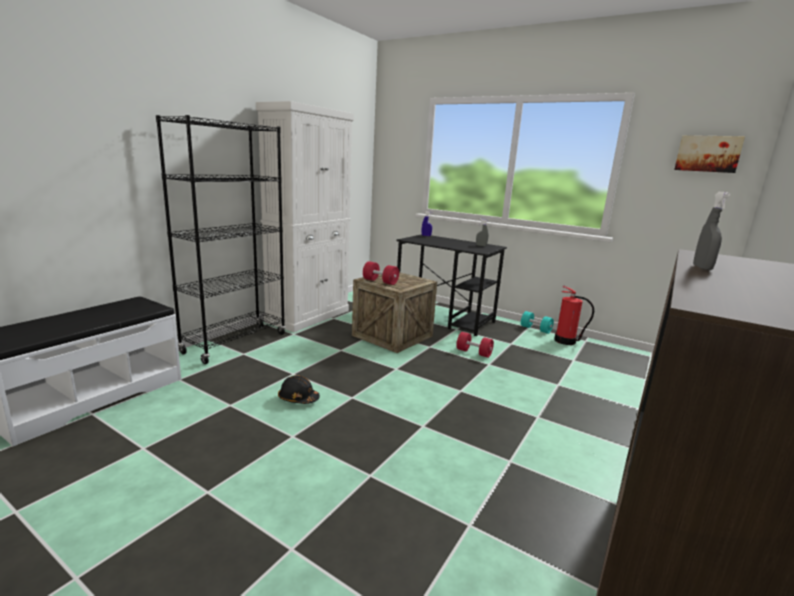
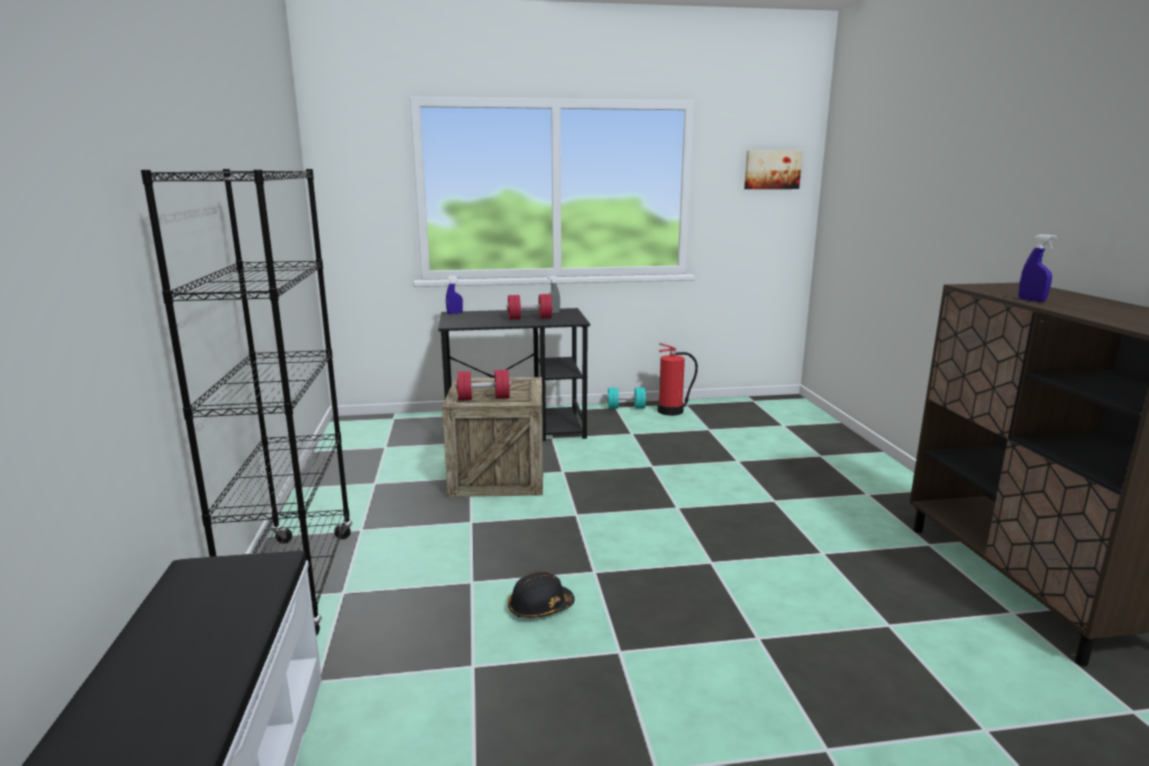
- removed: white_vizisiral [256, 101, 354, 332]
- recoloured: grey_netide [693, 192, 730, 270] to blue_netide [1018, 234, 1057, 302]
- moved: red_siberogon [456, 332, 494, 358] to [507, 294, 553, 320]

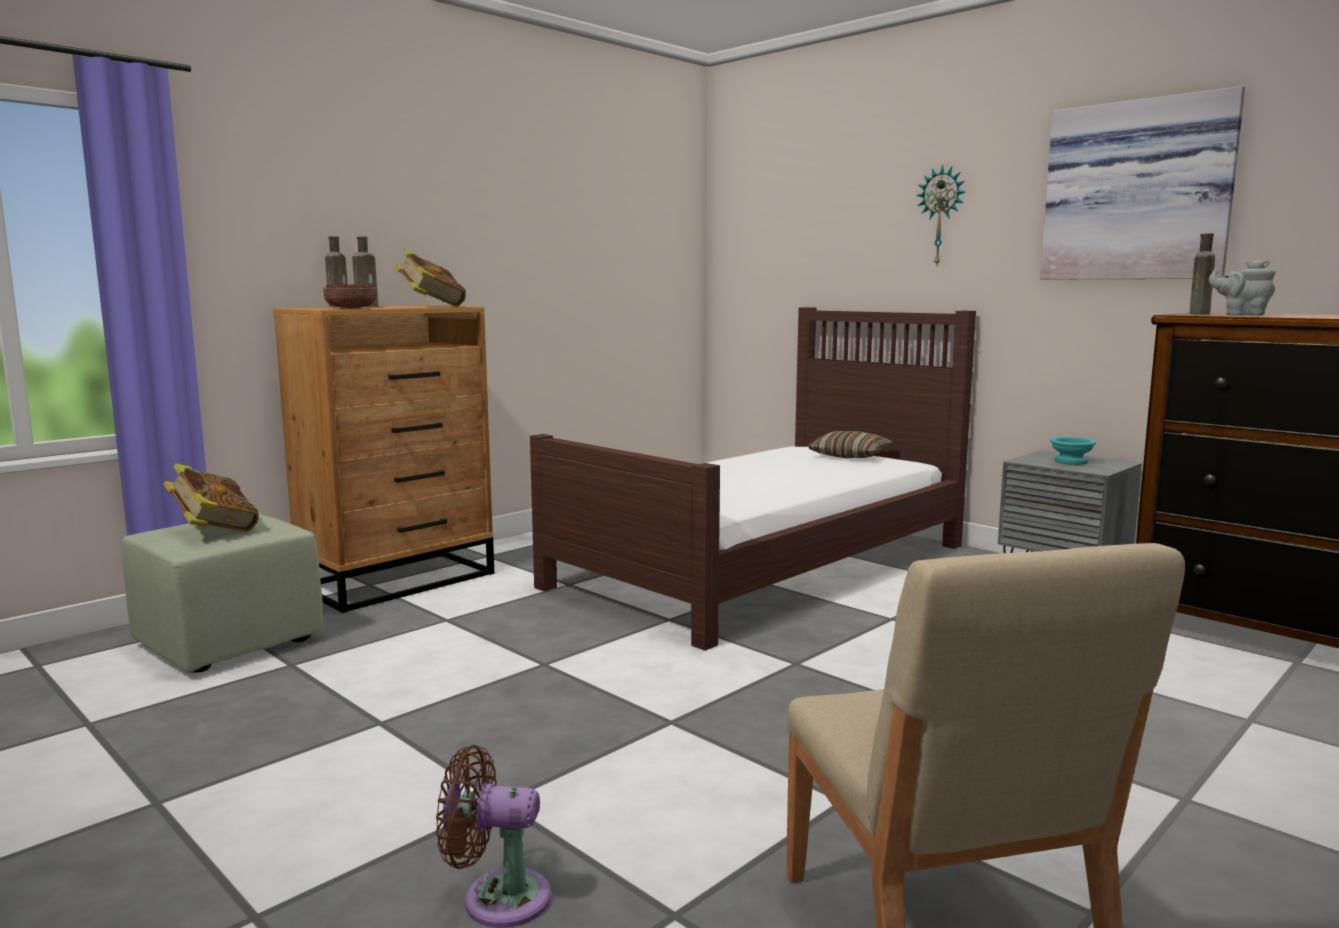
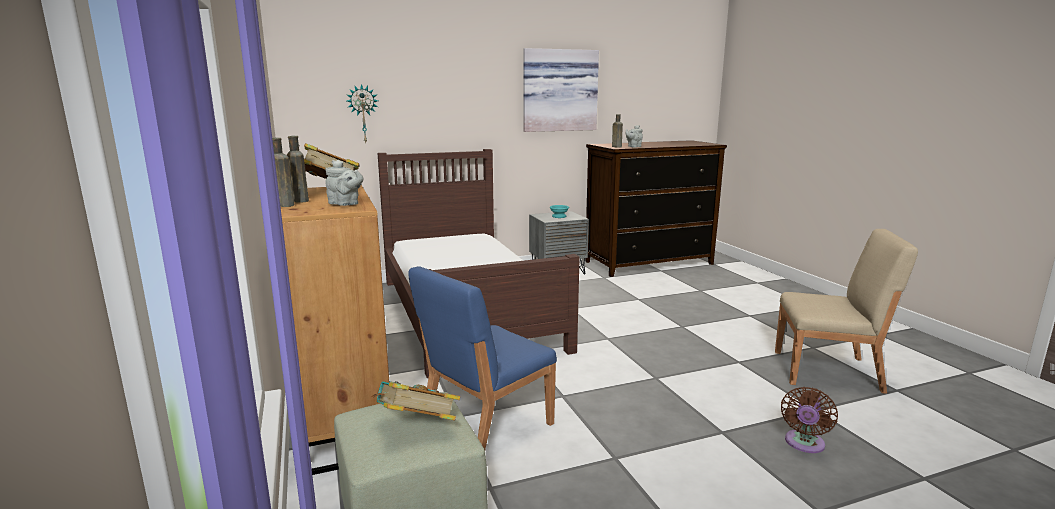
- moved: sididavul [916, 165, 966, 265] to [346, 84, 378, 143]
- replaced: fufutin [323, 284, 377, 308] to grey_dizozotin [325, 160, 363, 206]
- removed: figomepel [808, 431, 892, 458]
- added: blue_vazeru [408, 266, 557, 450]

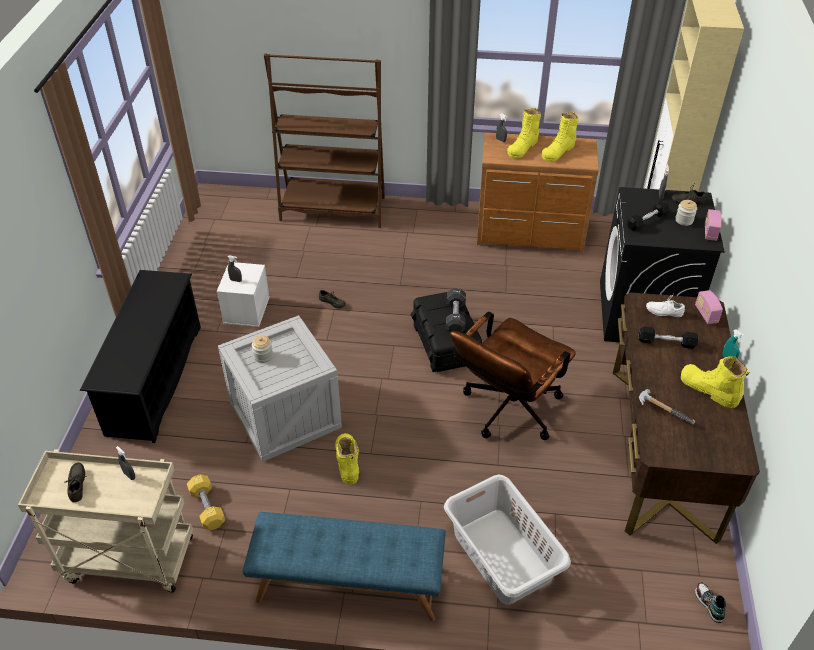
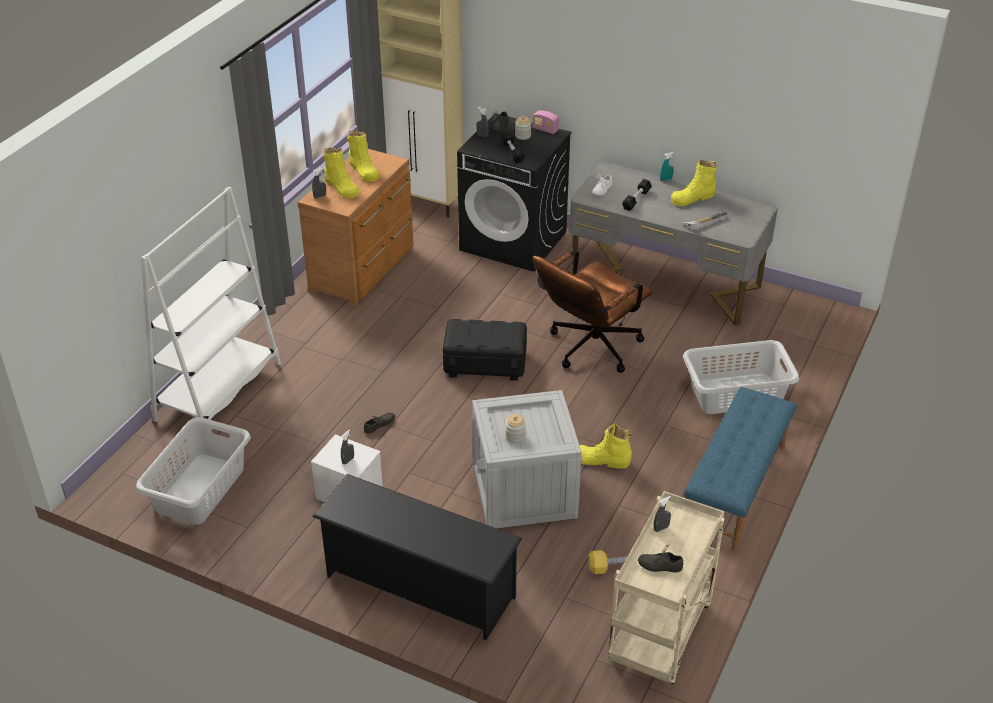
- recoloured: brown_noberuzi [264, 53, 385, 228] to white_noberuzi [141, 187, 281, 422]
- removed: black_siberogon [446, 288, 466, 333]
- removed: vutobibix [695, 290, 723, 324]
- recoloured: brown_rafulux [613, 292, 760, 544] to grey_rafulux [569, 162, 778, 326]
- turned: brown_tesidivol [450, 312, 576, 440] = [532, 250, 652, 373] 75 degrees clockwise
- removed: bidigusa [695, 582, 726, 623]
- added: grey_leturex [136, 417, 251, 525]

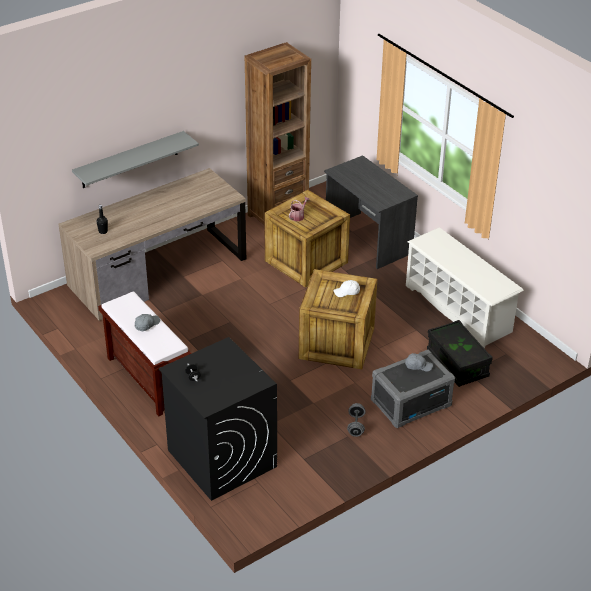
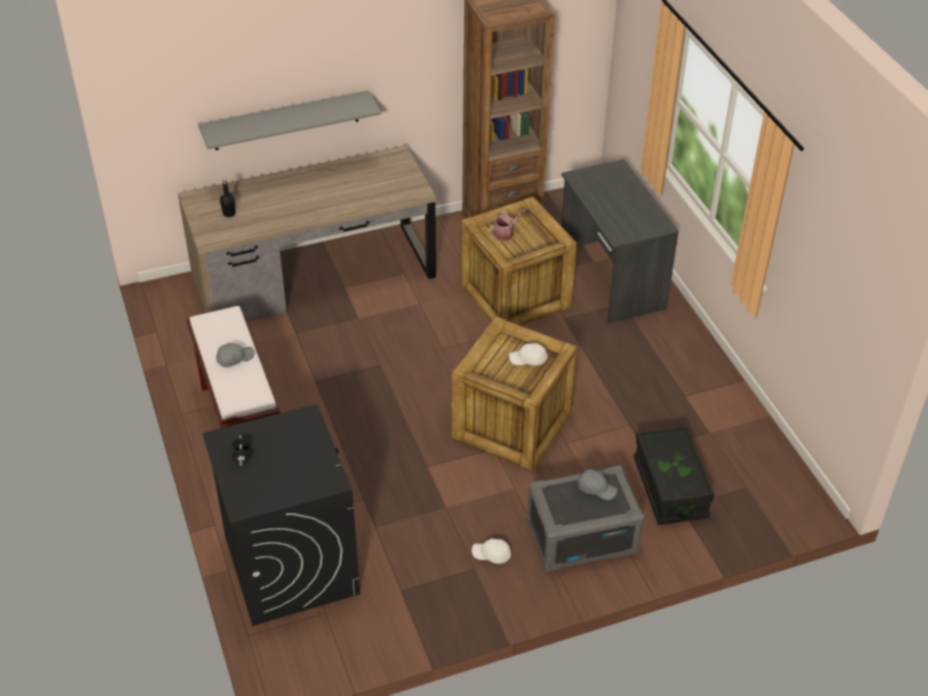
- removed: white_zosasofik [406, 228, 524, 348]
- replaced: grey_siberogon [347, 403, 366, 437] to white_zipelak [472, 538, 511, 564]

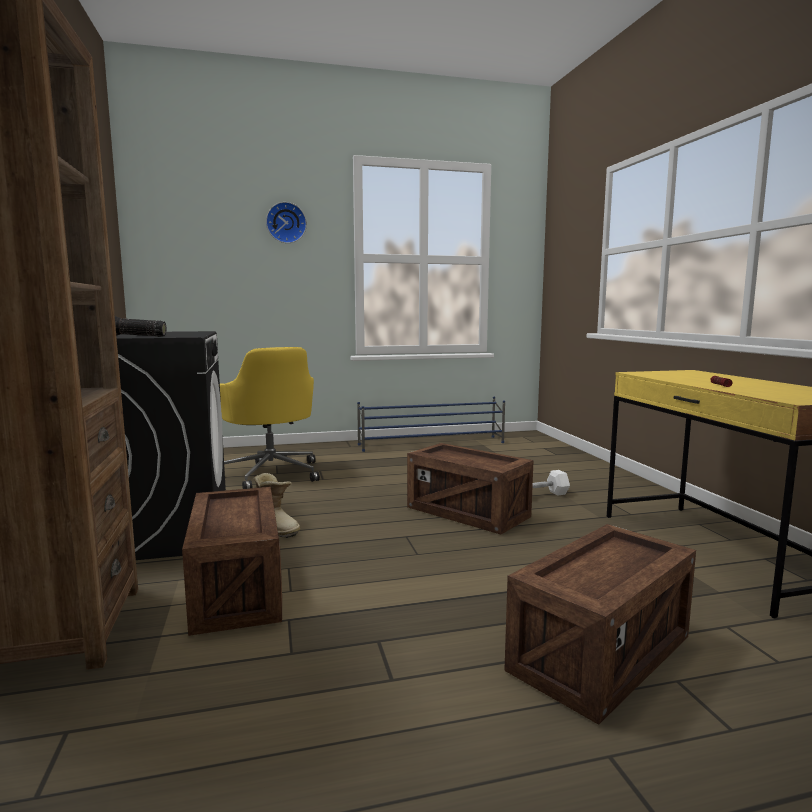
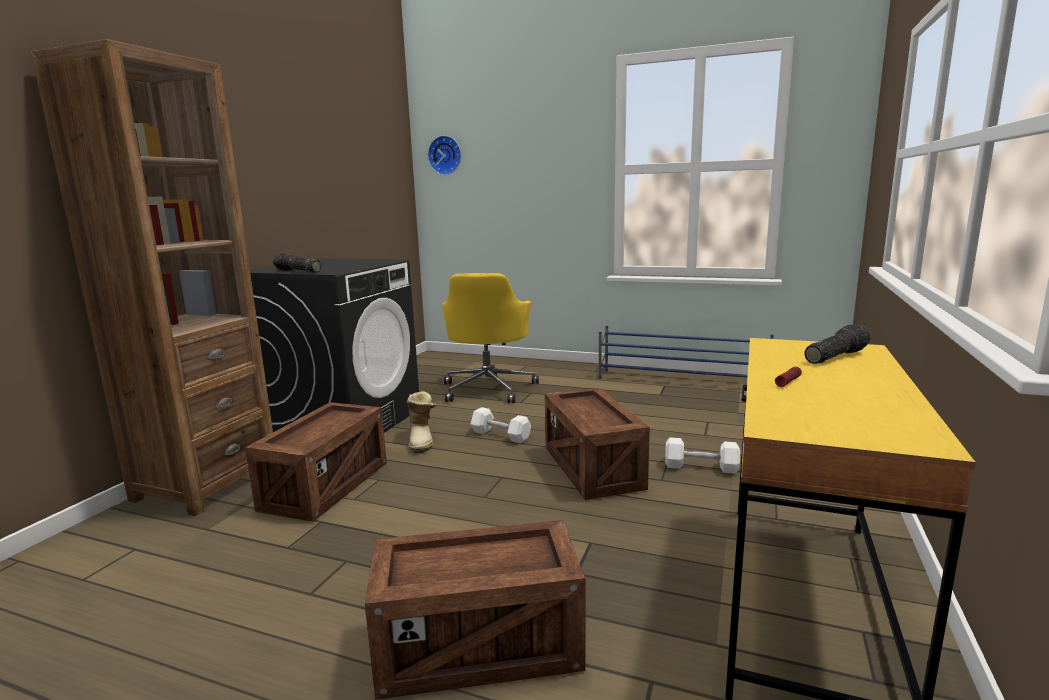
- moved: sididavul [266, 202, 307, 243] to [428, 135, 461, 175]
- added: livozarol [804, 324, 870, 364]
- added: white_siberogon [470, 407, 531, 443]

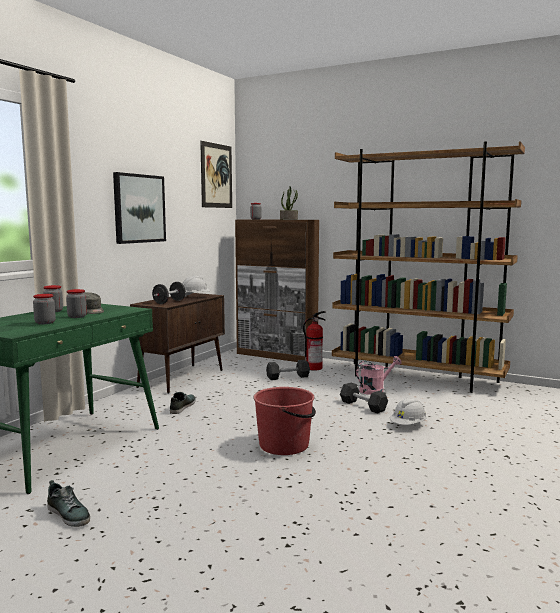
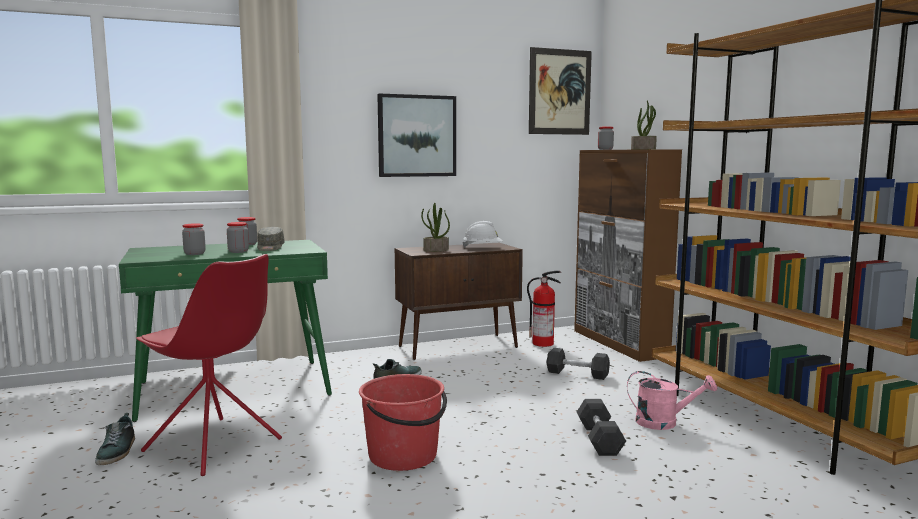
- replaced: black_siberogon [152, 282, 186, 304] to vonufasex [421, 203, 450, 252]
- moved: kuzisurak [303, 311, 326, 371] to [527, 271, 561, 347]
- removed: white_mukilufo [390, 398, 426, 425]
- added: red_vazeru [136, 254, 282, 476]

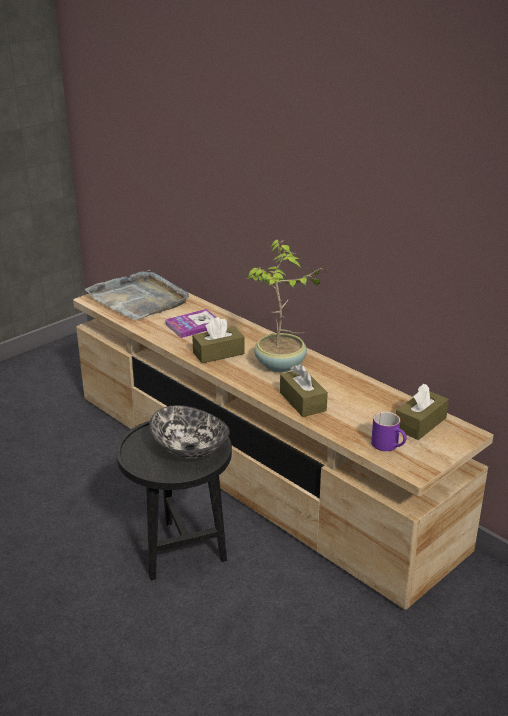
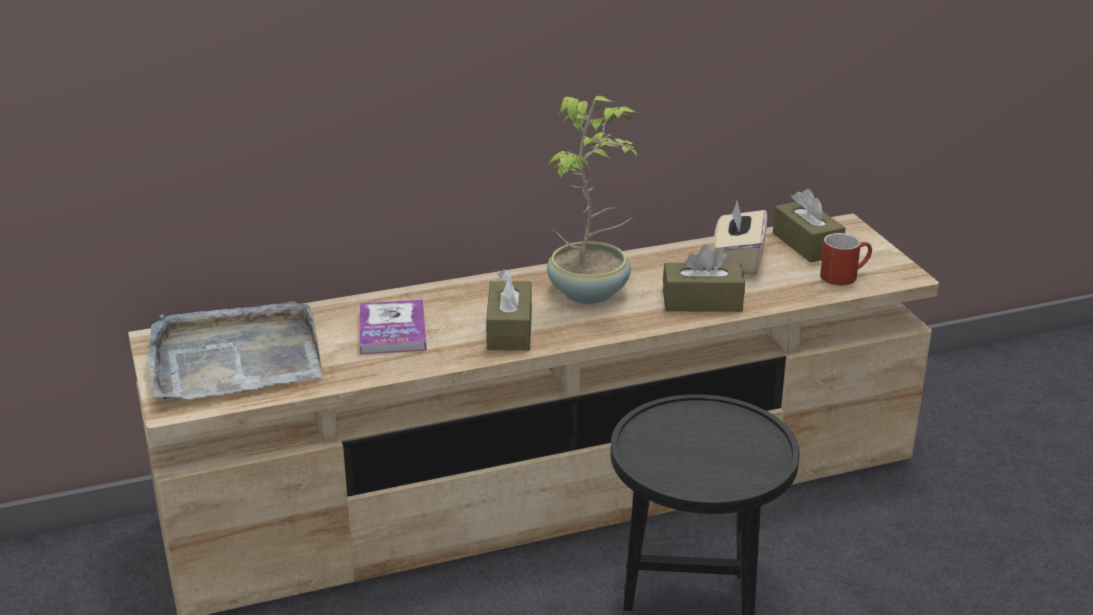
- removed: fufutin [149, 405, 230, 459]
- recoloured: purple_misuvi [371, 412, 407, 451] to red_misuvi [820, 233, 872, 285]
- added: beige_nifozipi [714, 201, 768, 275]

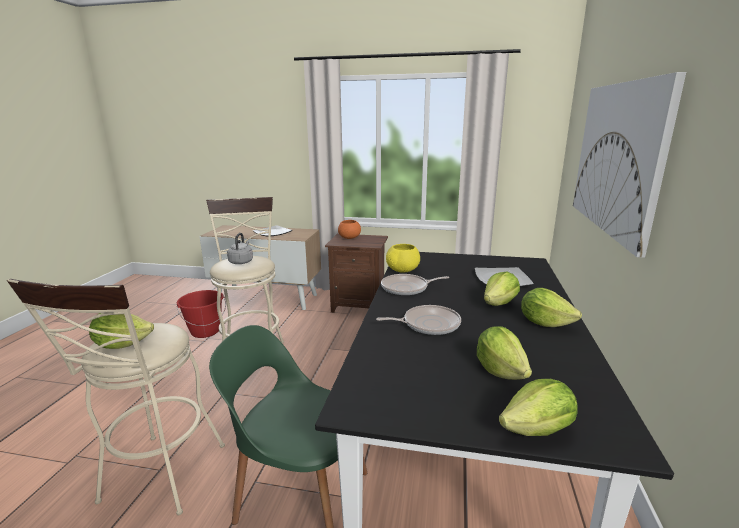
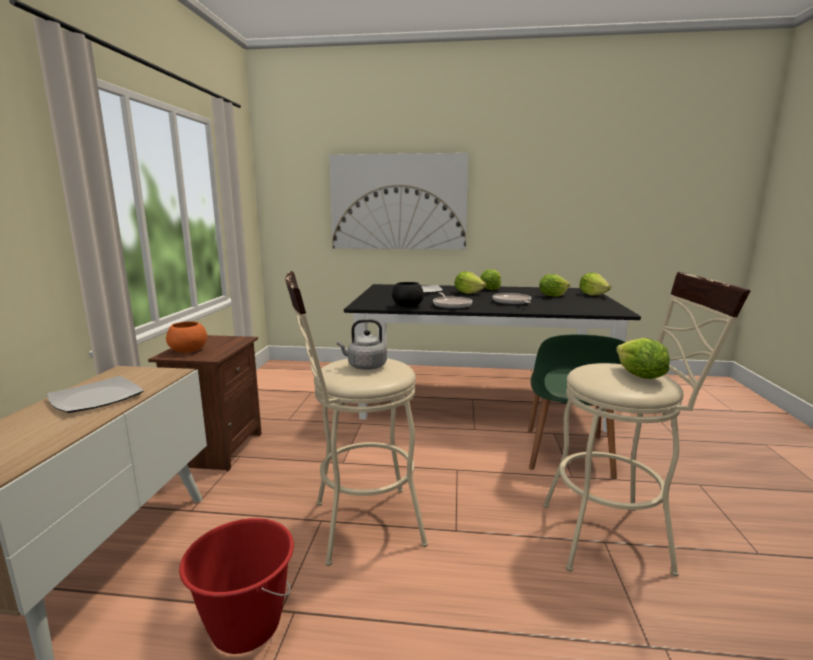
- recoloured: yellow_fufutin [386, 244, 420, 272] to black_fufutin [392, 282, 424, 307]

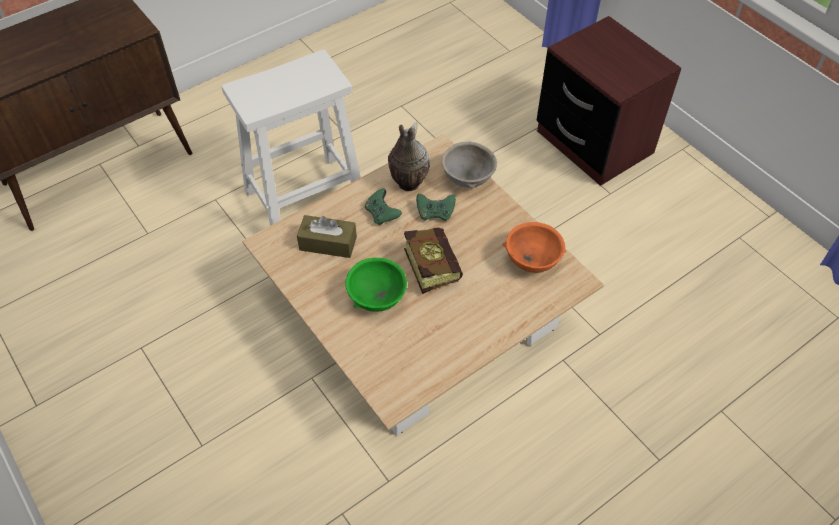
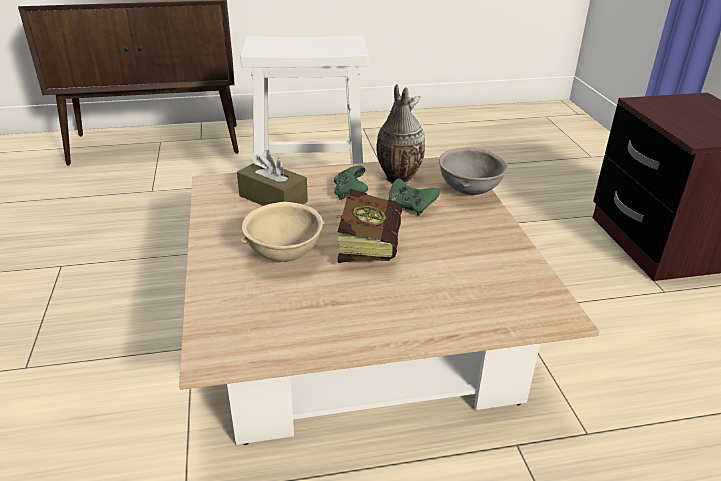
- removed: orange_fufutin [503, 222, 566, 273]
- recoloured: green_fufutin [346, 258, 407, 312] to beige_fufutin [241, 202, 325, 262]

